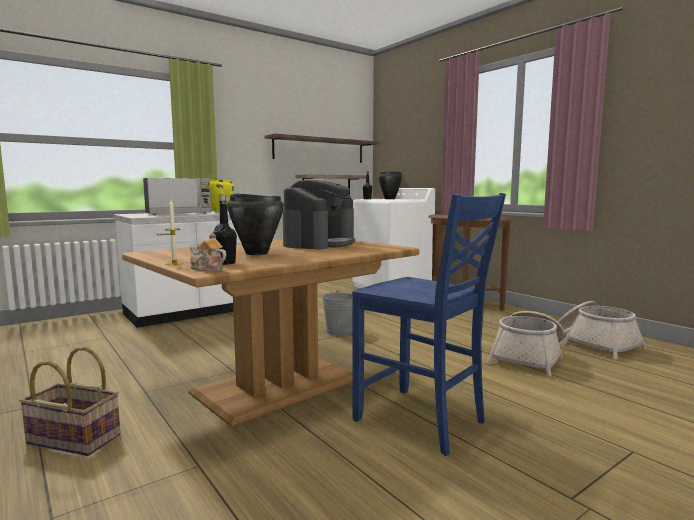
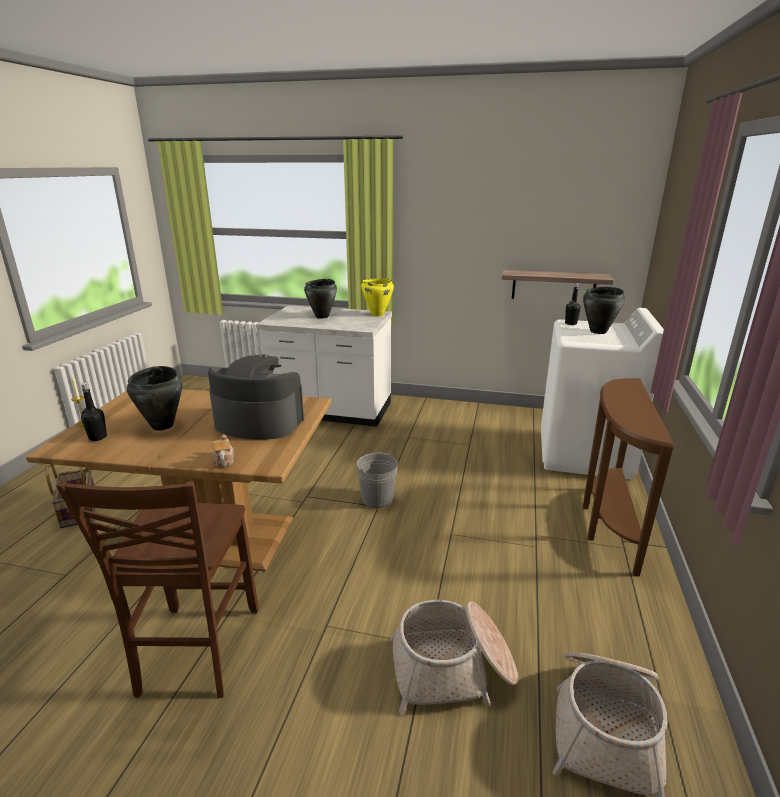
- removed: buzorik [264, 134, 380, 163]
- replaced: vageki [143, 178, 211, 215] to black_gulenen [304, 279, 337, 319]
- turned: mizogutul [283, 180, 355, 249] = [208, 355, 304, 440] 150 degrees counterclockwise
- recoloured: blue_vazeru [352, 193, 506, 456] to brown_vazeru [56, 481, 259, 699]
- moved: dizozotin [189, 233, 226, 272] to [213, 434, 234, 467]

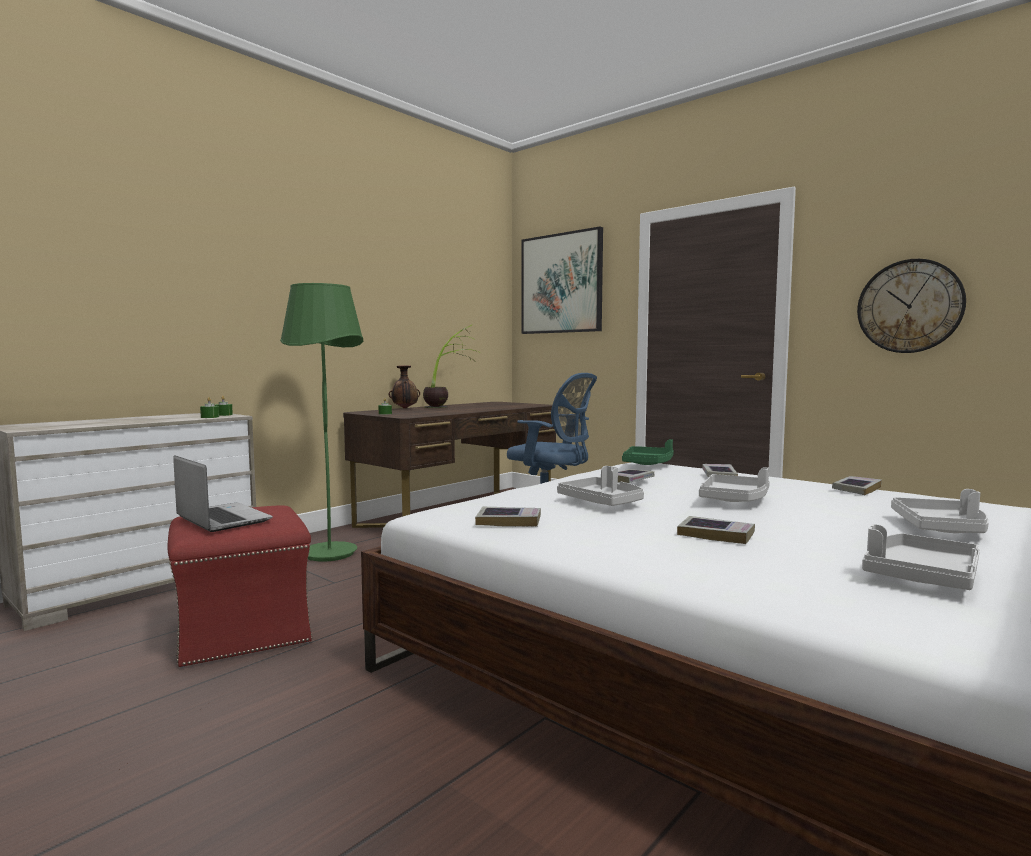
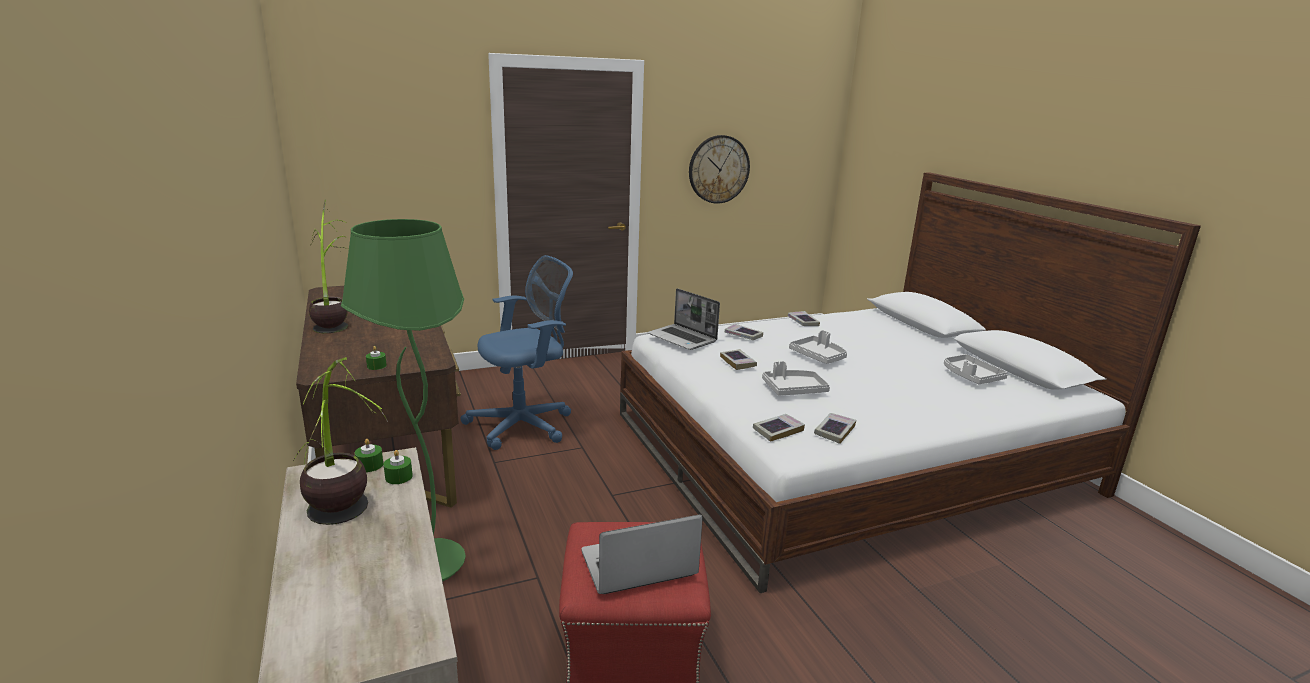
- removed: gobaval [521, 227, 603, 334]
- removed: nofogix [389, 365, 420, 409]
- replaced: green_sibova [622, 439, 674, 465] to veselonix [647, 288, 720, 350]
- removed: grey_sibova [891, 489, 989, 533]
- moved: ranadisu [677, 516, 755, 544] to [753, 414, 805, 442]
- added: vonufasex [293, 357, 388, 525]

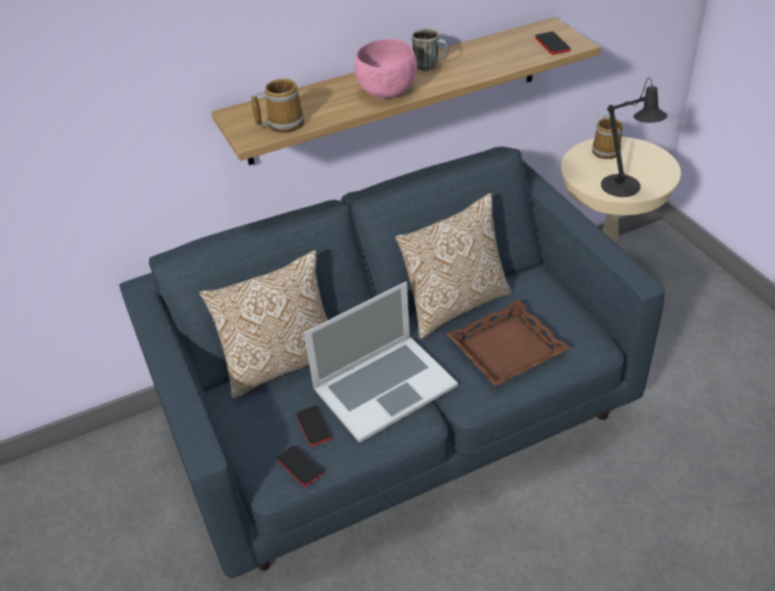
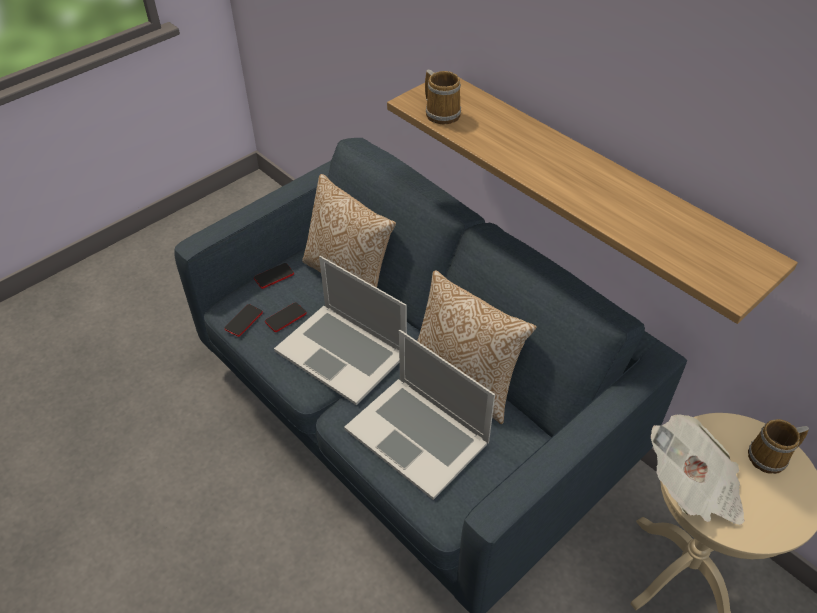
- removed: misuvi [412, 28, 449, 71]
- moved: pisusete [535, 32, 570, 55] to [254, 263, 294, 289]
- removed: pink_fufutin [354, 39, 417, 98]
- replaced: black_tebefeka [601, 77, 668, 197] to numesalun [651, 415, 745, 525]
- replaced: brown_sibova [446, 300, 570, 386] to veselonix [344, 330, 495, 500]

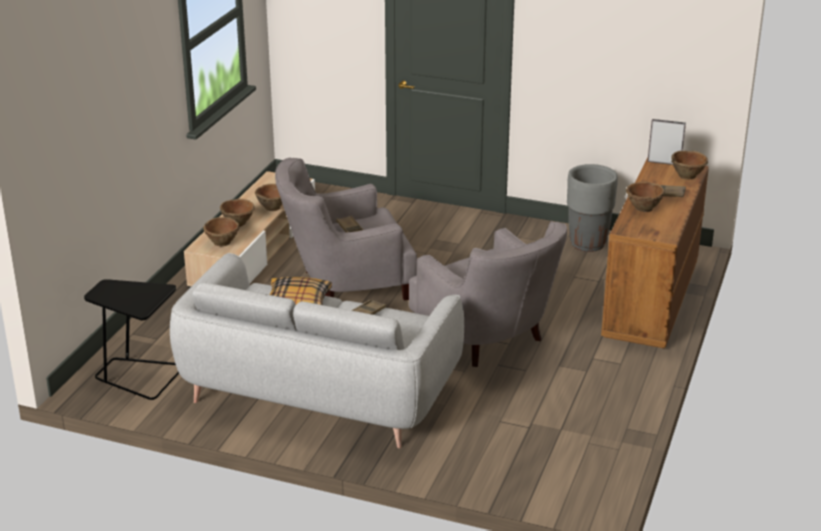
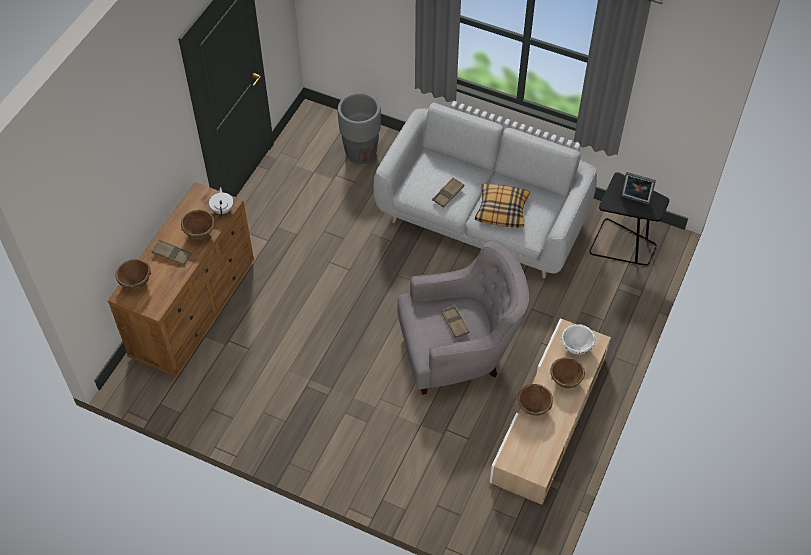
- moved: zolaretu [647, 119, 686, 165] to [621, 172, 656, 205]
- moved: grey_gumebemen [567, 164, 618, 252] to [338, 92, 381, 164]
- recoloured: brown_fufutin [203, 217, 240, 246] to white_fufutin [561, 324, 596, 355]
- removed: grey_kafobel [409, 221, 567, 367]
- added: white_dizozotin [209, 187, 233, 216]

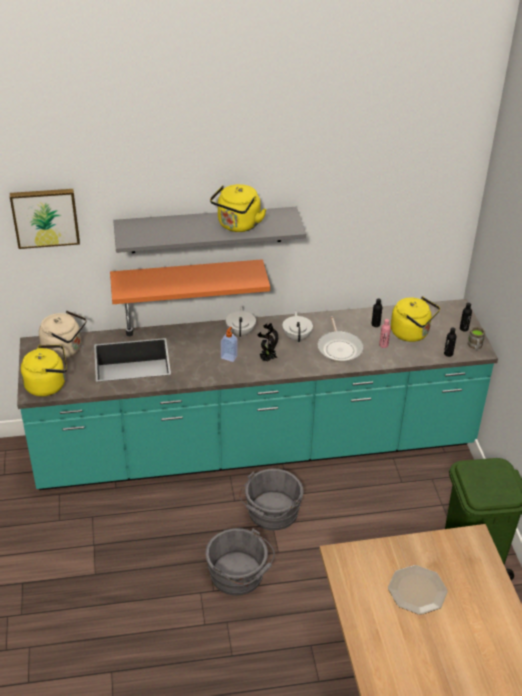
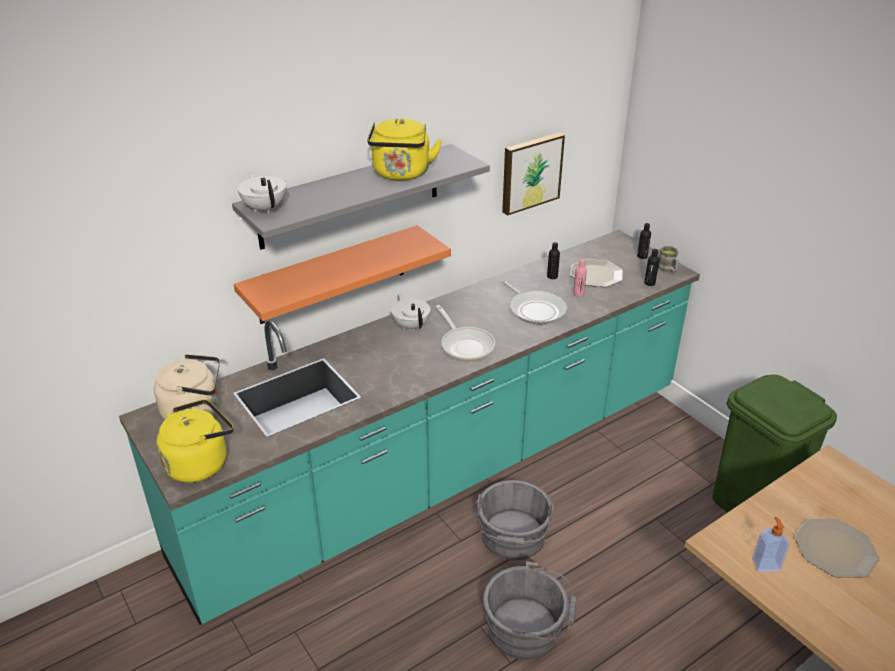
- moved: gobaval [10, 189, 80, 249] to [502, 133, 565, 215]
- replaced: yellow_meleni [391, 296, 440, 342] to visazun [570, 259, 623, 287]
- moved: white_dizozotin [283, 311, 313, 342] to [237, 172, 286, 214]
- replaced: vonufasex [258, 323, 278, 361] to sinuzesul [436, 305, 495, 361]
- moved: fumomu [221, 327, 238, 362] to [752, 517, 789, 572]

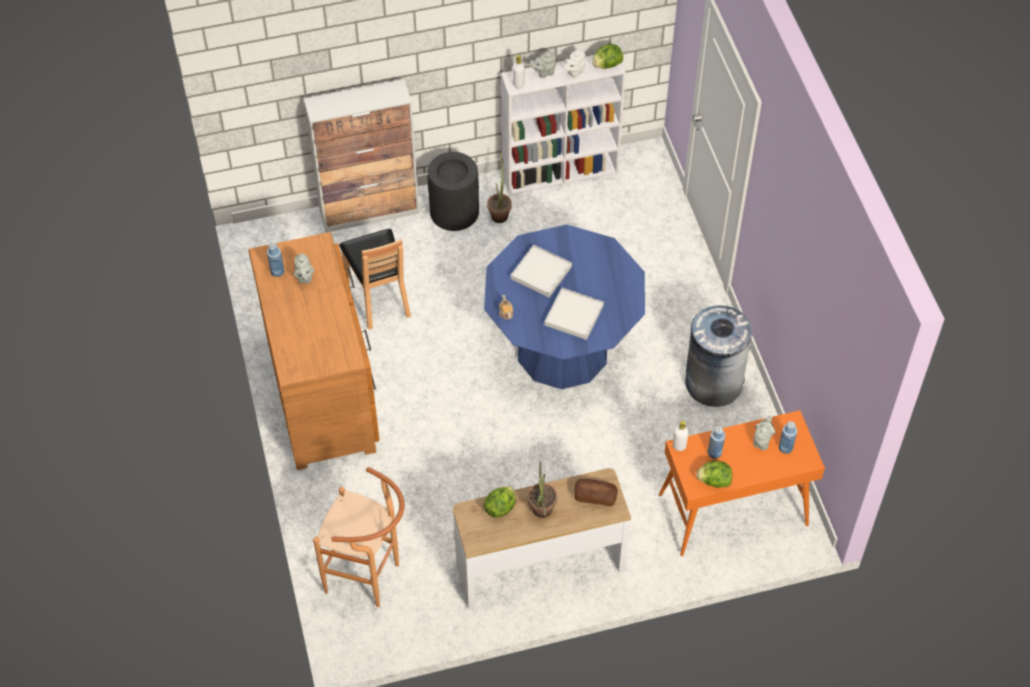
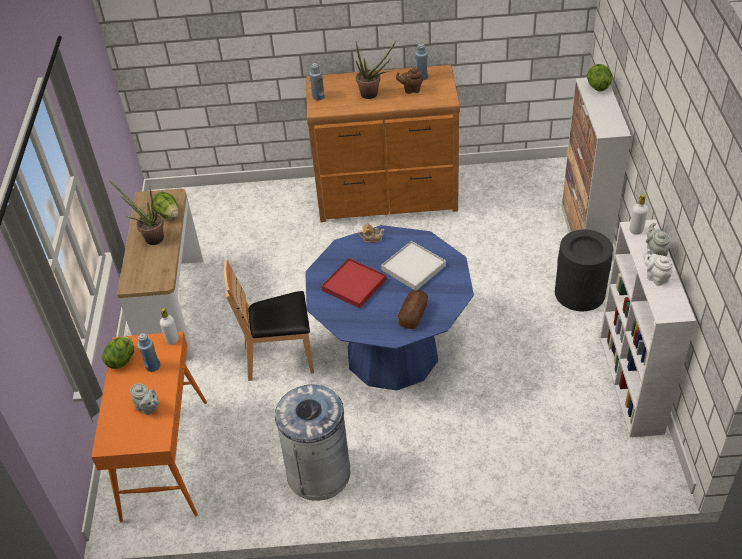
- moved: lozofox [592, 44, 623, 69] to [587, 64, 613, 92]
- moved: vonufasex [487, 153, 512, 223] to [356, 41, 396, 99]
- moved: brown_vazeru [339, 229, 411, 329] to [224, 259, 314, 381]
- recoloured: grey_dizozotin [294, 253, 314, 283] to brown_dizozotin [396, 68, 423, 94]
- recoloured: white_sibova [544, 288, 604, 340] to red_sibova [321, 258, 386, 308]
- moved: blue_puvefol [779, 421, 797, 454] to [310, 63, 325, 100]
- removed: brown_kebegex [313, 467, 405, 607]
- moved: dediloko [574, 479, 618, 506] to [398, 290, 428, 329]

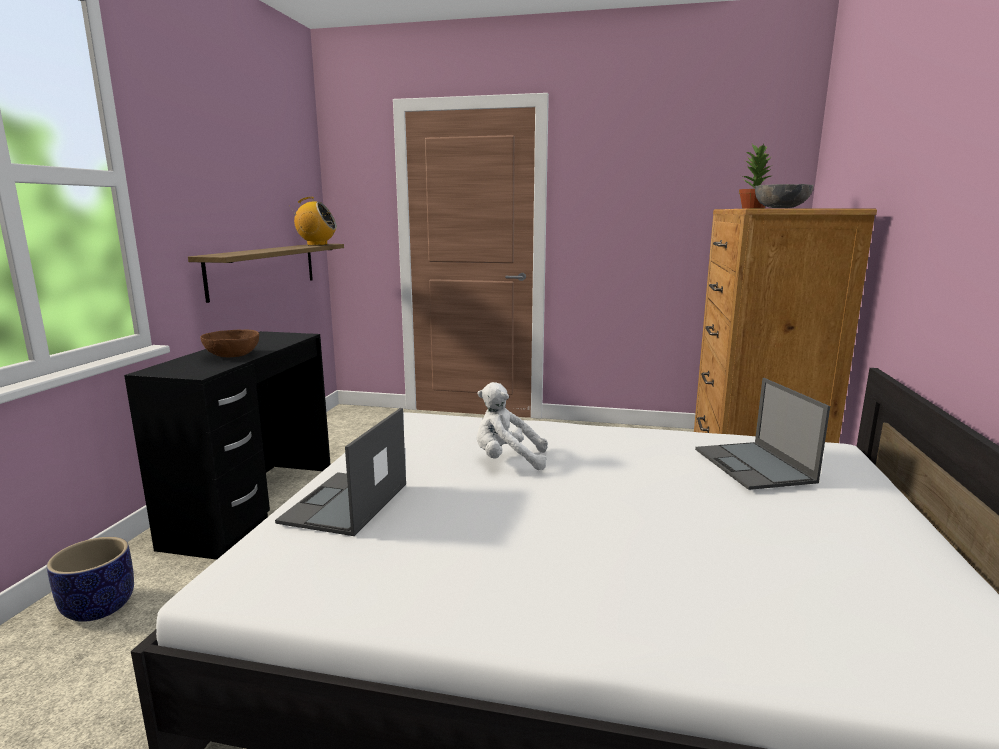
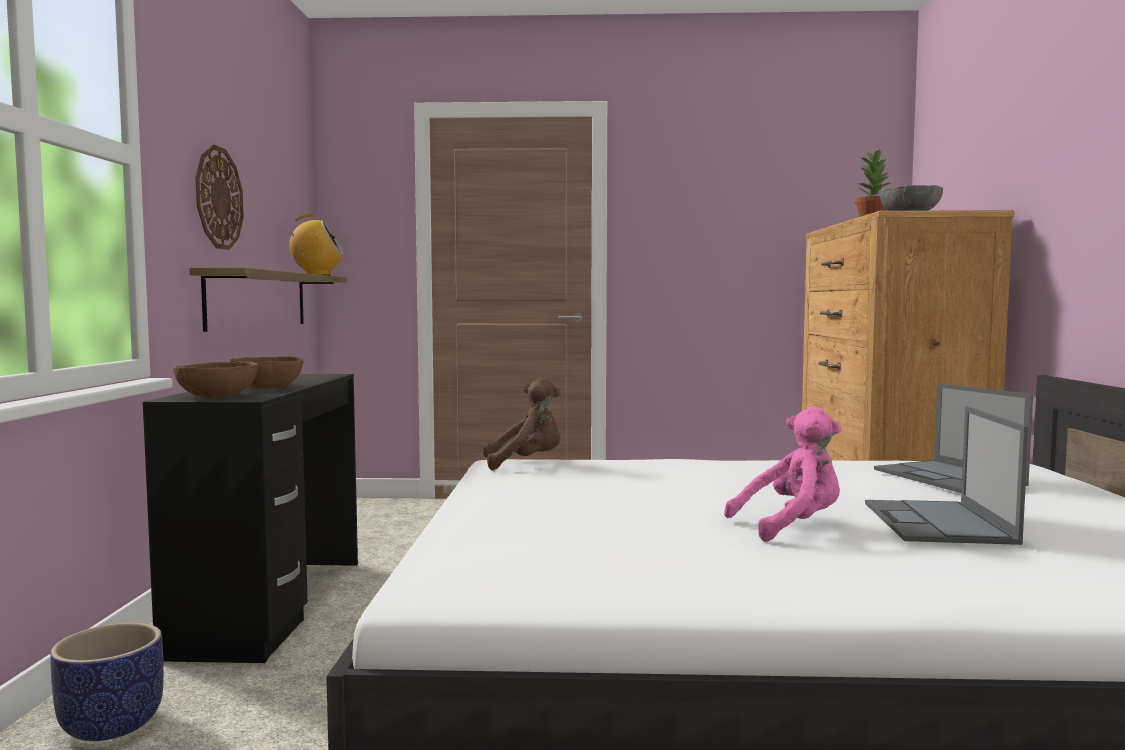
- removed: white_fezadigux [477, 382, 547, 470]
- moved: veselonix [275, 408, 406, 536] to [865, 407, 1029, 545]
- added: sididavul [196, 144, 244, 250]
- added: brown_fufutin [173, 362, 258, 398]
- added: brown_fezadigux [483, 377, 560, 470]
- added: pink_fezadigux [724, 407, 842, 542]

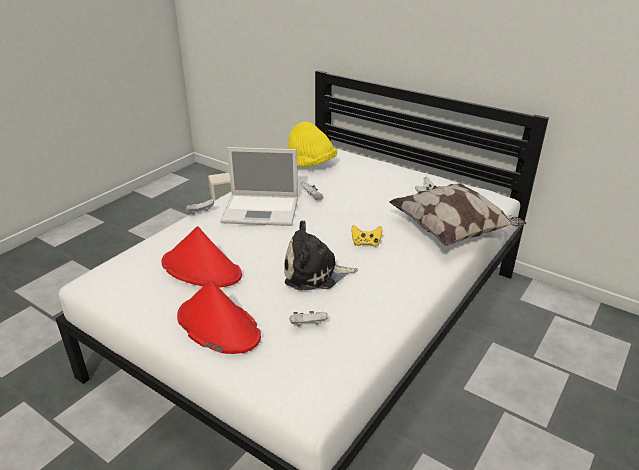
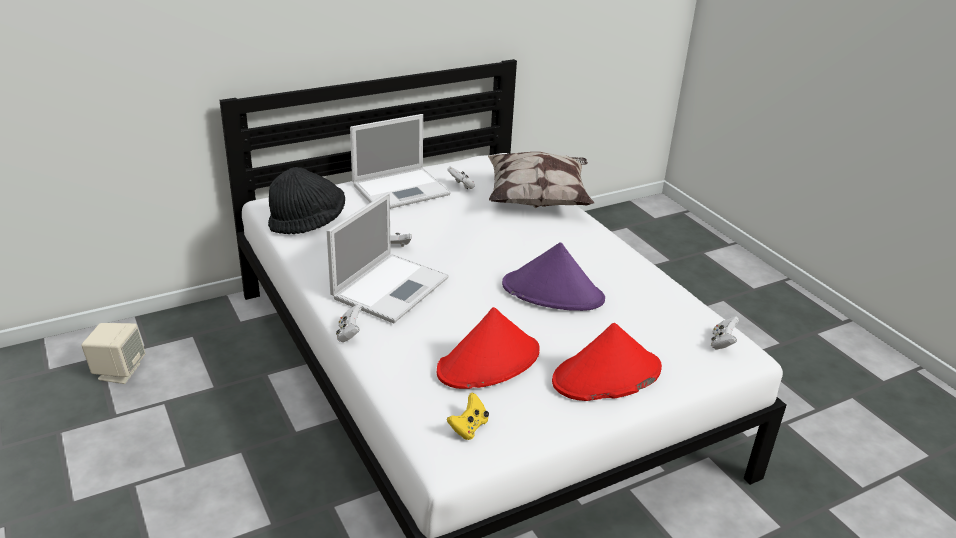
- recoloured: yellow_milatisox [288, 122, 337, 167] to black_milatisox [268, 167, 345, 234]
- replaced: fezadigux [284, 220, 358, 290] to purple_milatisox [502, 242, 605, 311]
- moved: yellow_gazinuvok [351, 225, 382, 247] to [447, 393, 489, 440]
- moved: white_gazinuvok [289, 311, 328, 327] to [711, 316, 739, 350]
- added: veselonix [350, 114, 450, 209]

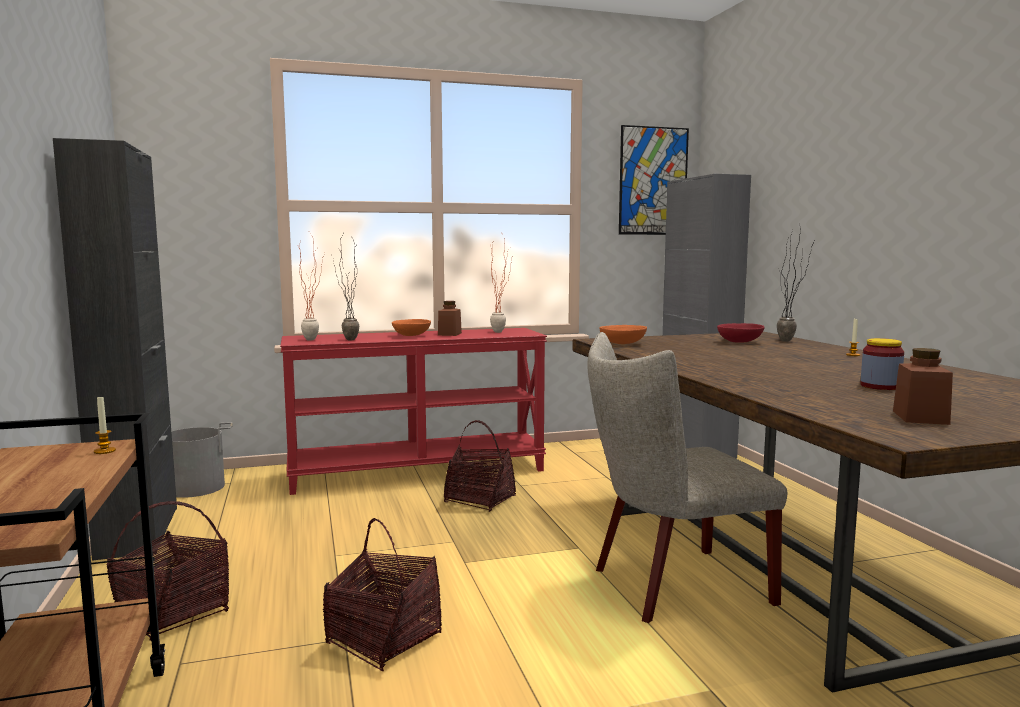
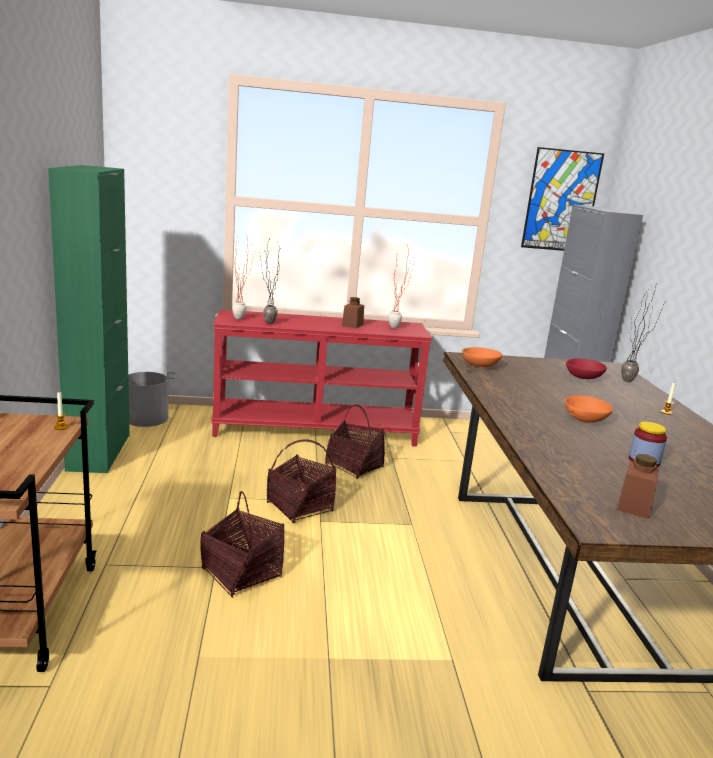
- recoloured: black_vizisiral [53, 138, 177, 561] to green_vizisiral [48, 165, 130, 473]
- moved: orange_fufutin [392, 319, 431, 336] to [565, 395, 613, 423]
- removed: beige_vazeru [588, 332, 787, 623]
- moved: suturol [106, 501, 229, 641] to [267, 439, 337, 523]

